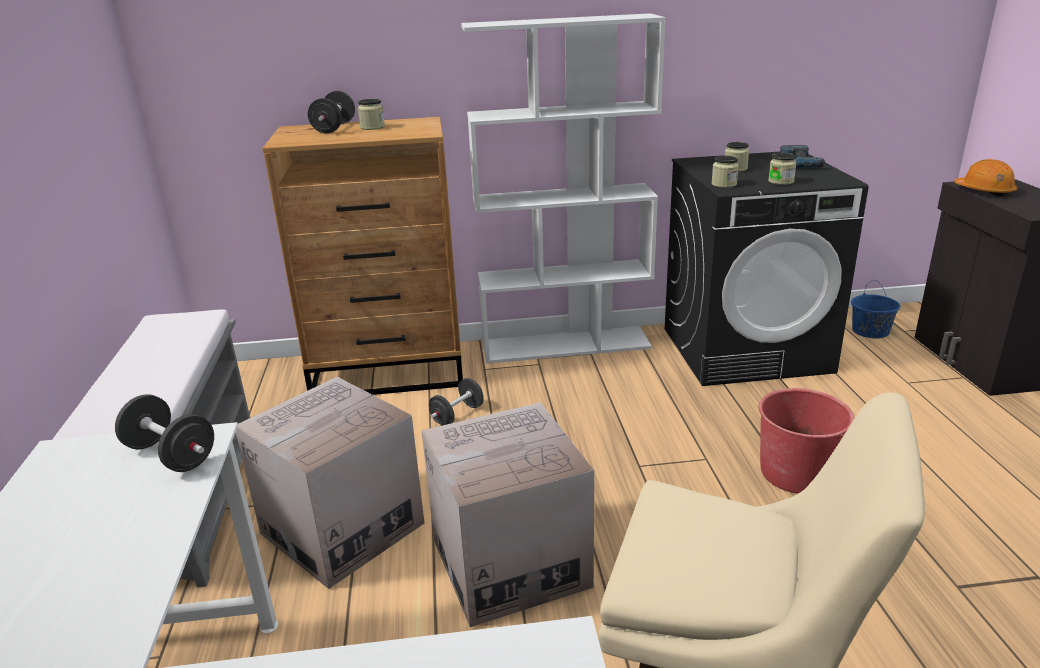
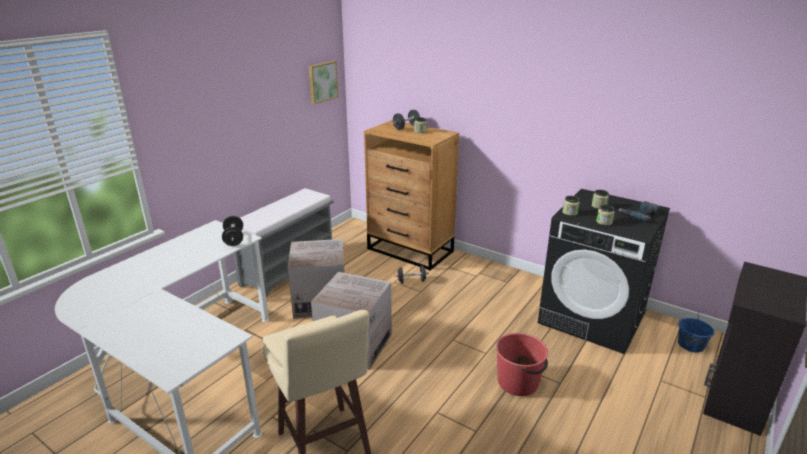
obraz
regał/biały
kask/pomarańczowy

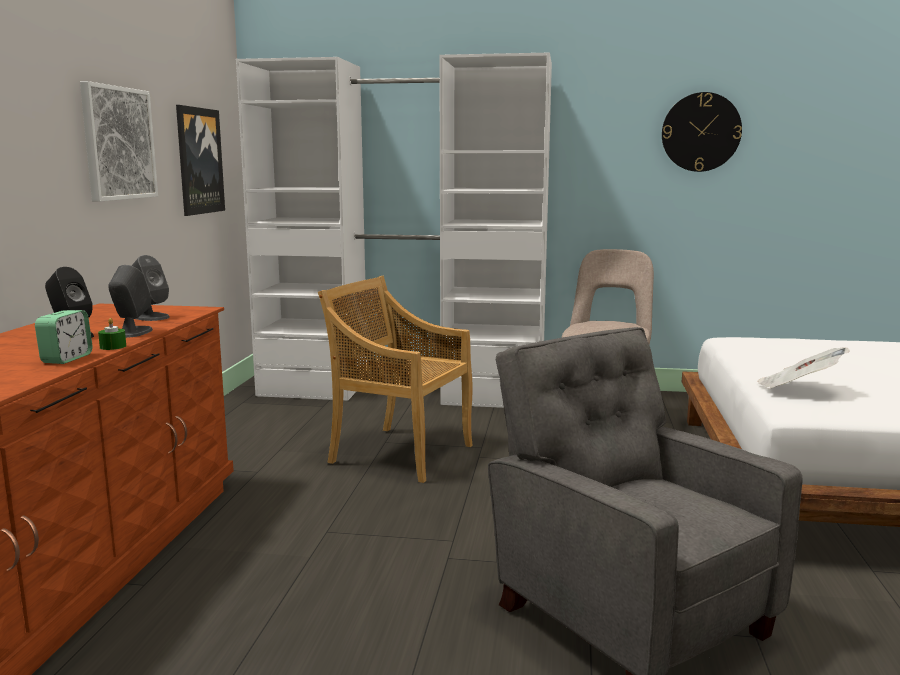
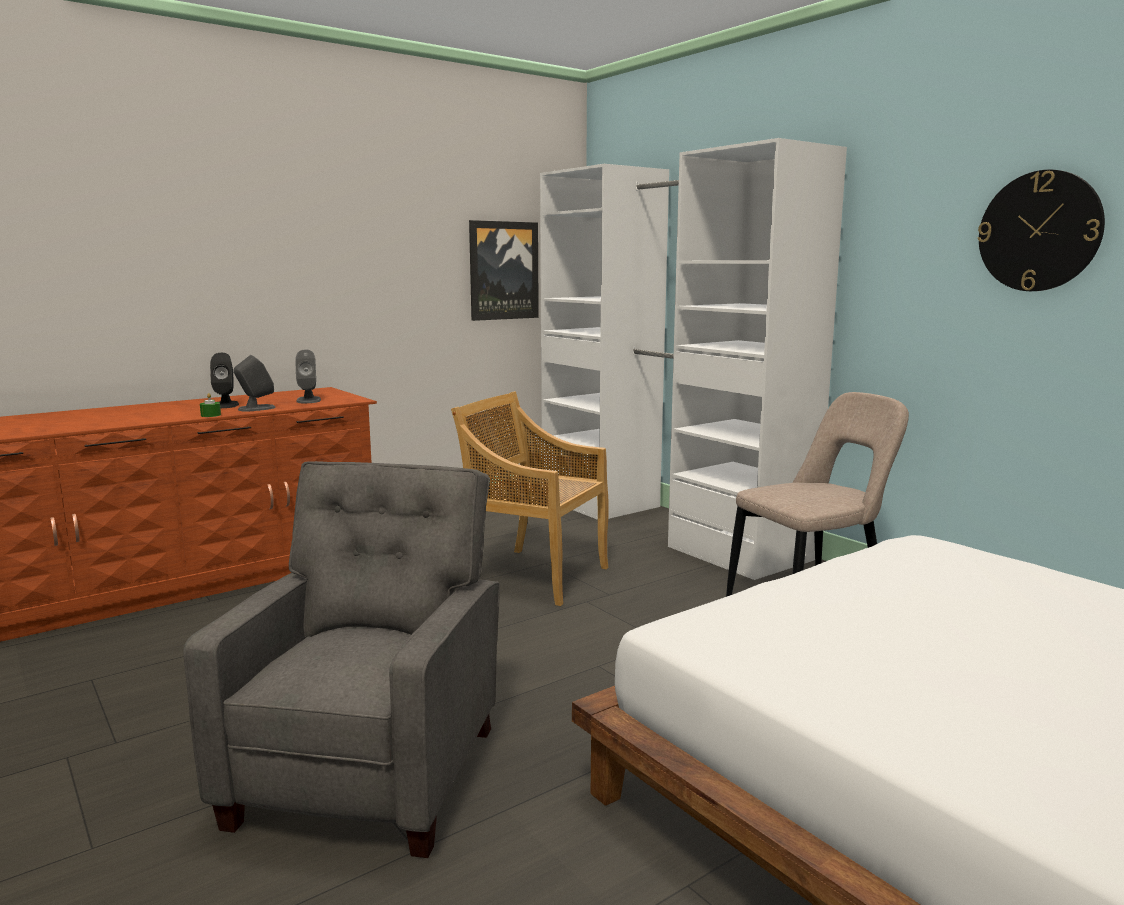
krzesło/beżowy (1st from left)
budzik
obraz (1st from left in the first image)
gazeta

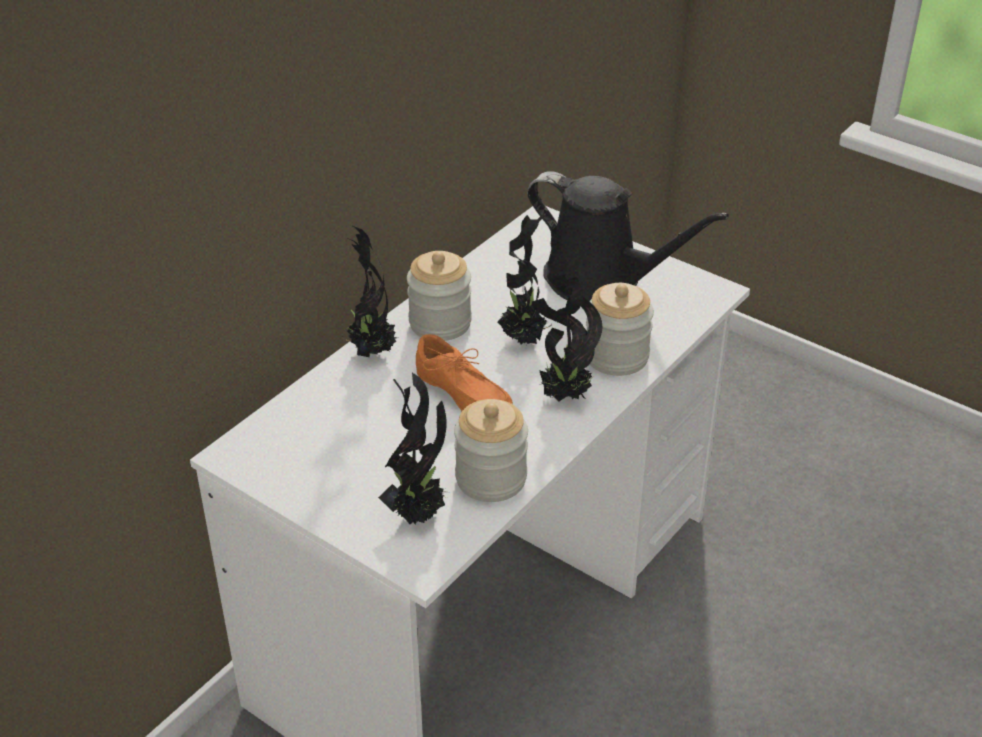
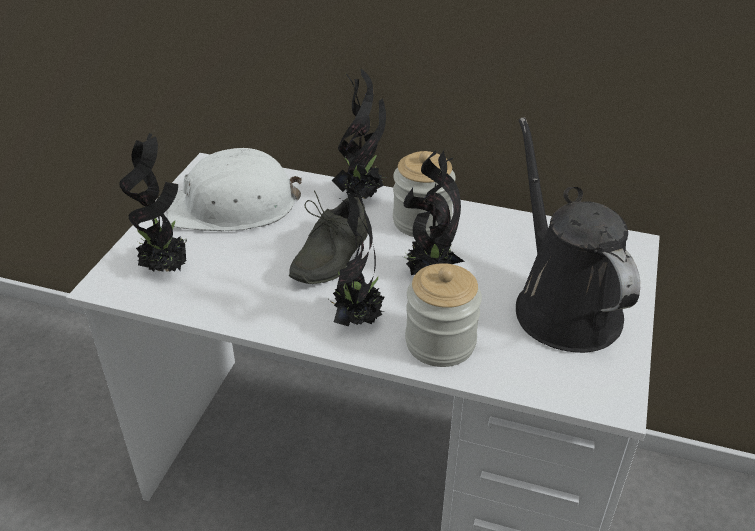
kask/biały
but/szary
konewka/czarny
słoik (2nd from left in the first image)

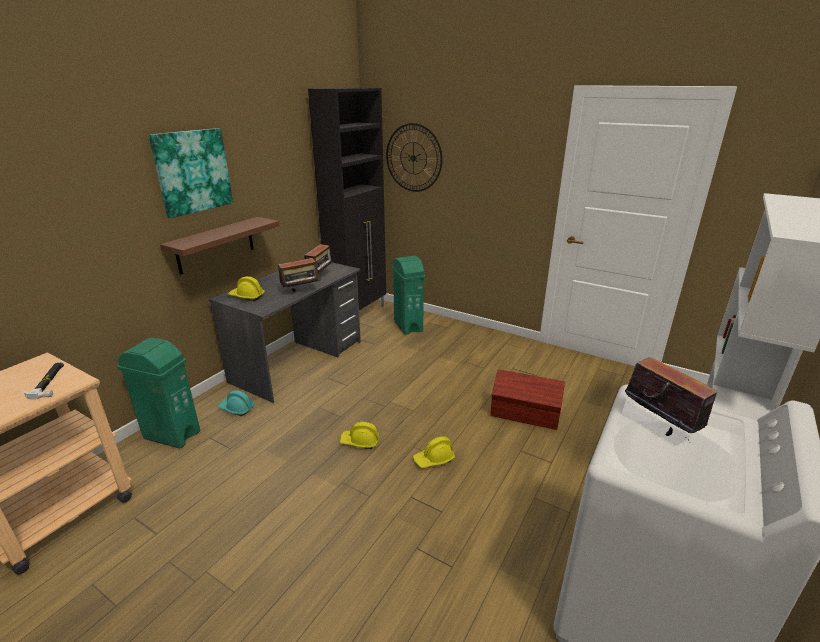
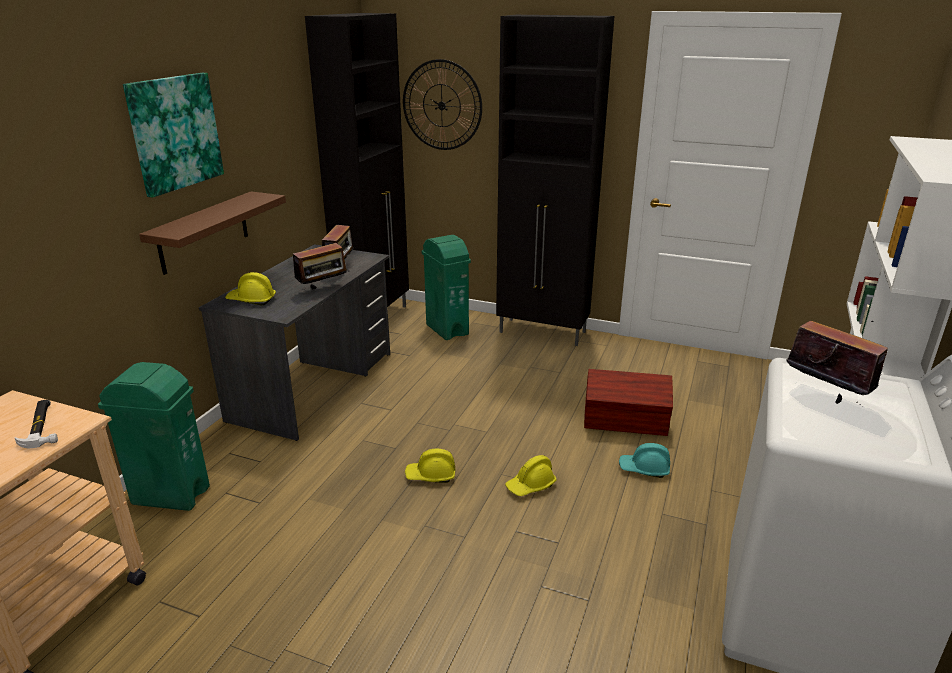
szafka/czarny (2nd from left)
kask/turkusowy

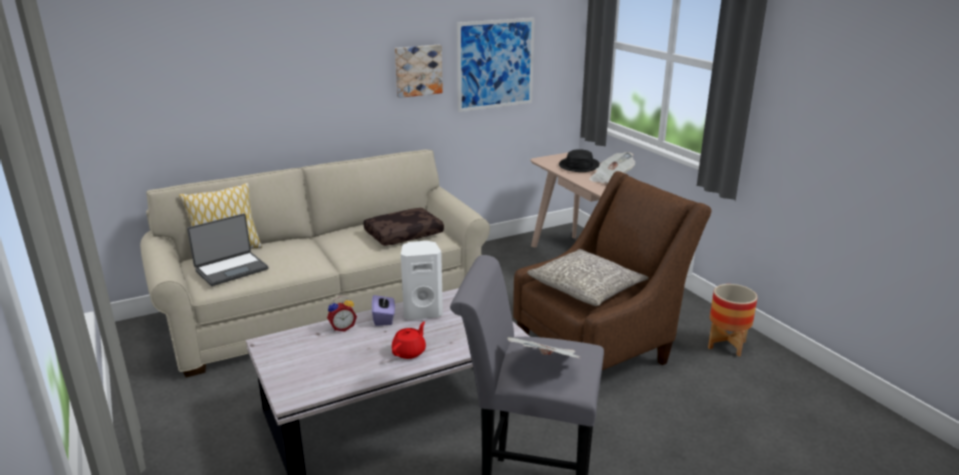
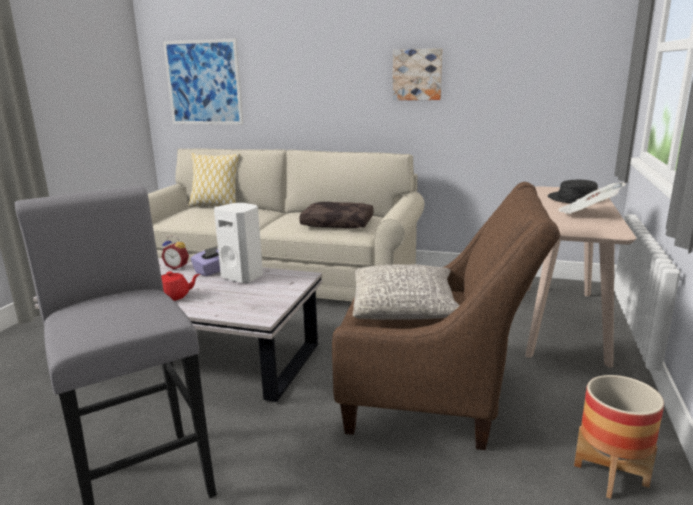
obraz (1st from left)
laptop
gazeta (1st from left in the first image)

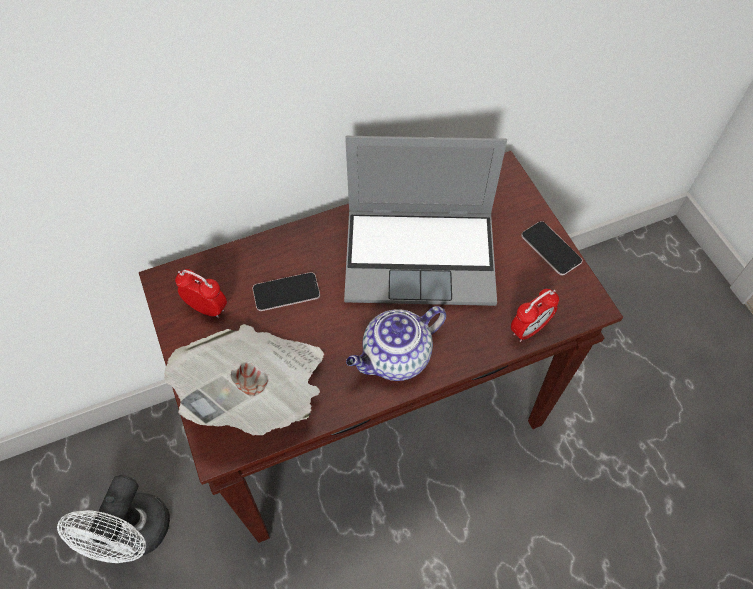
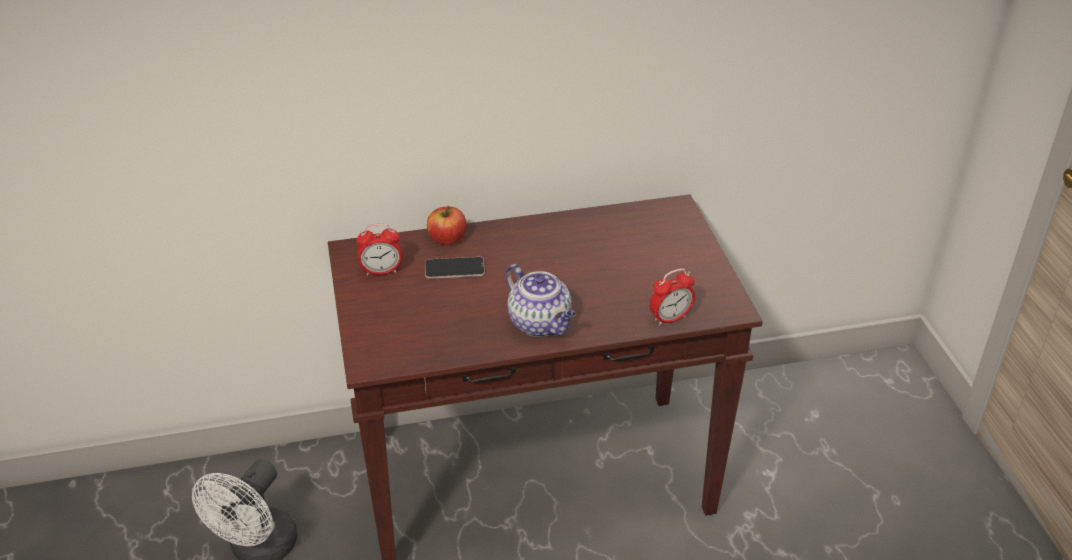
budzik (1st from left)
jabłko
imbryk
gazeta
laptop
telefon (2nd from left in the first image)

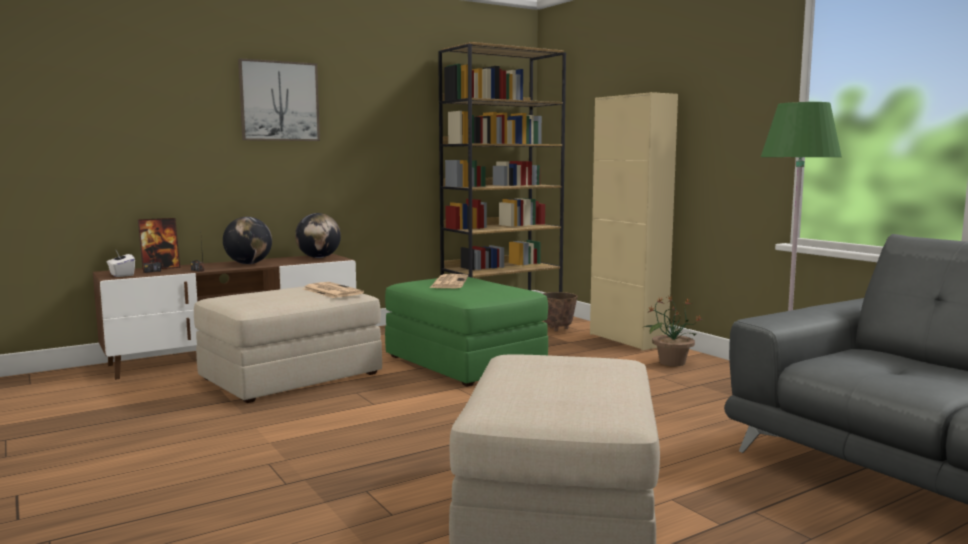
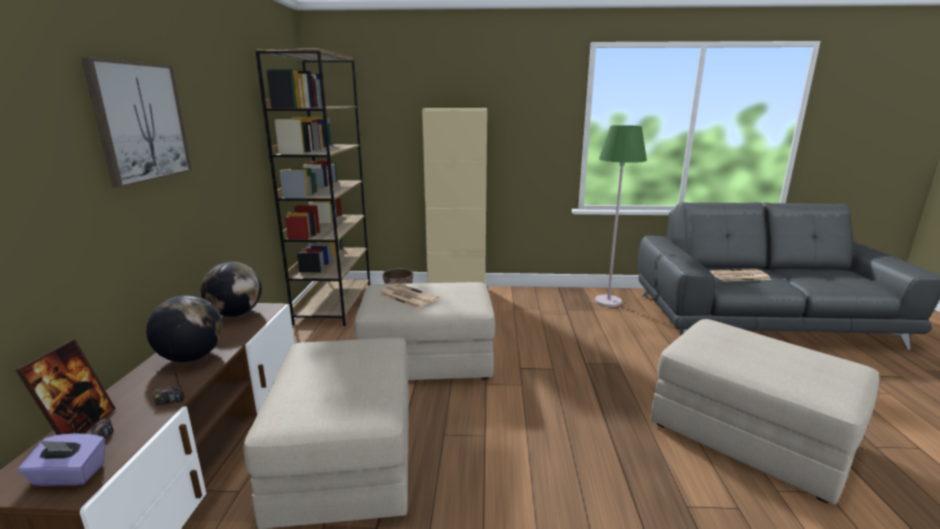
pudełko chusteczek/fioletowy
pufa/beżowy (2nd from left)
gazeta (2nd from left)
roślina doniczkowa

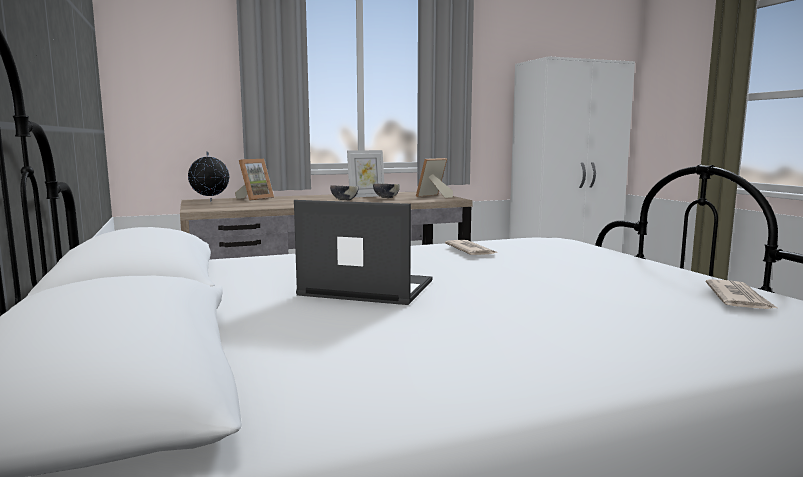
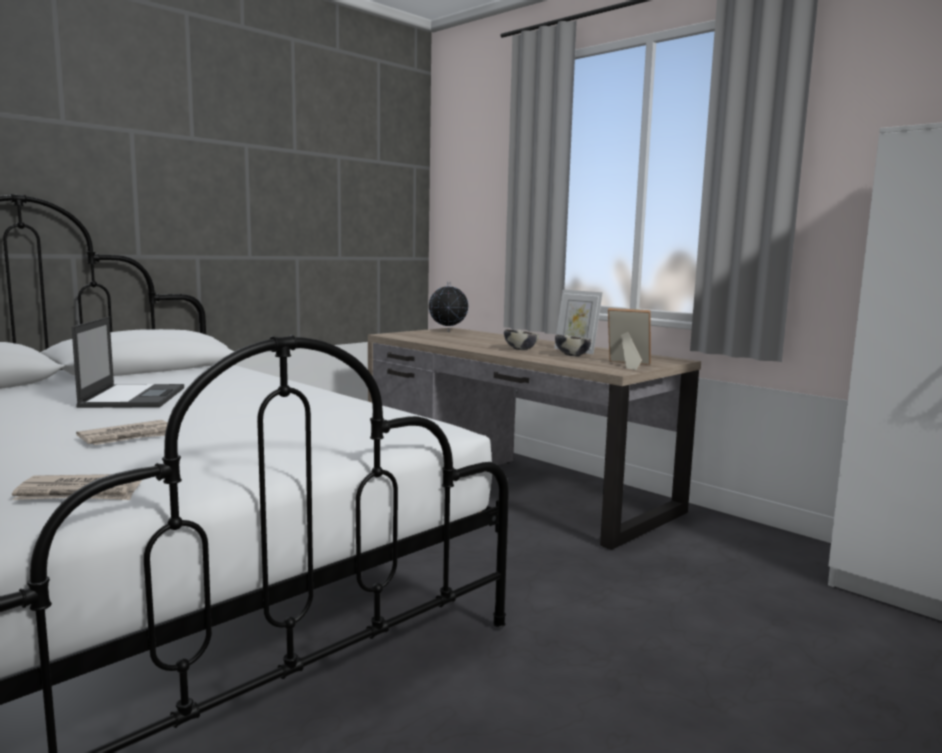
gazeta (2nd from left)
ramka na zdjęcie (1st from left in the first image)

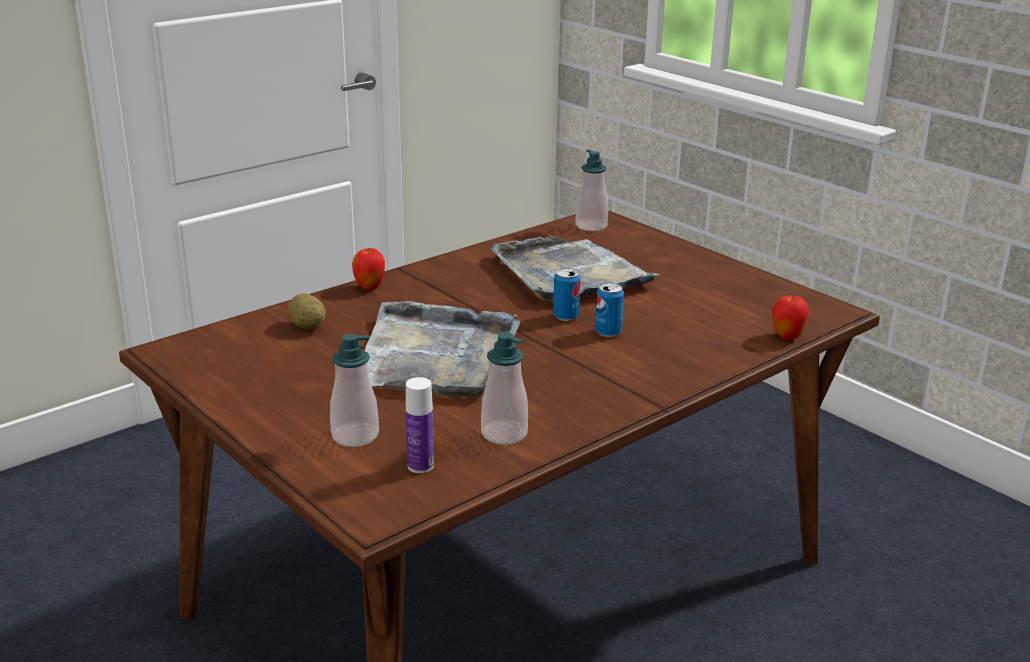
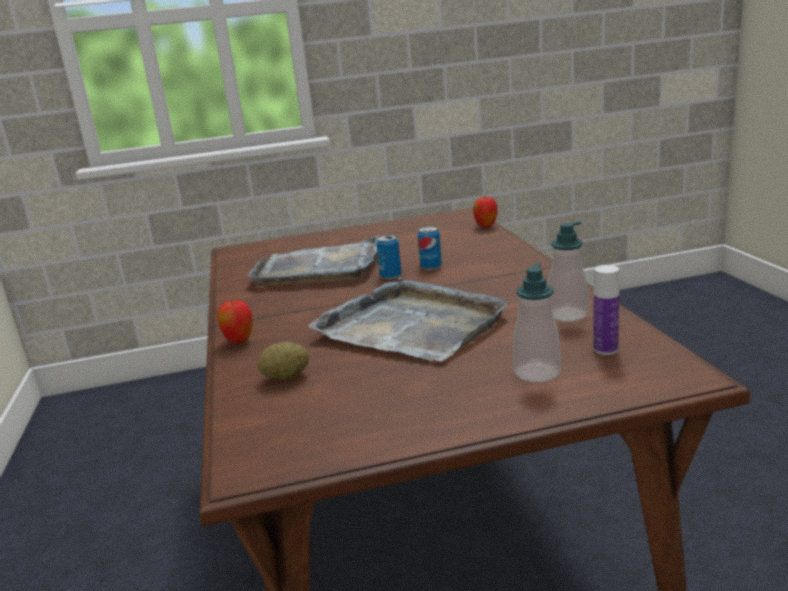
dozownik mydła (3rd from left in the first image)

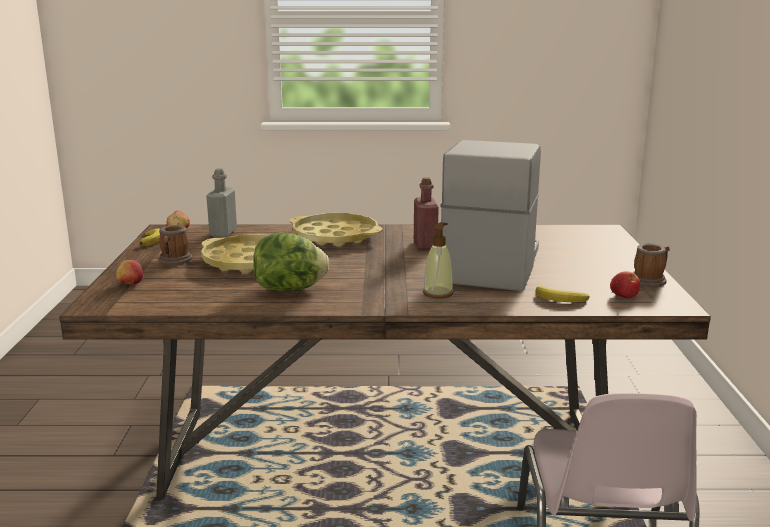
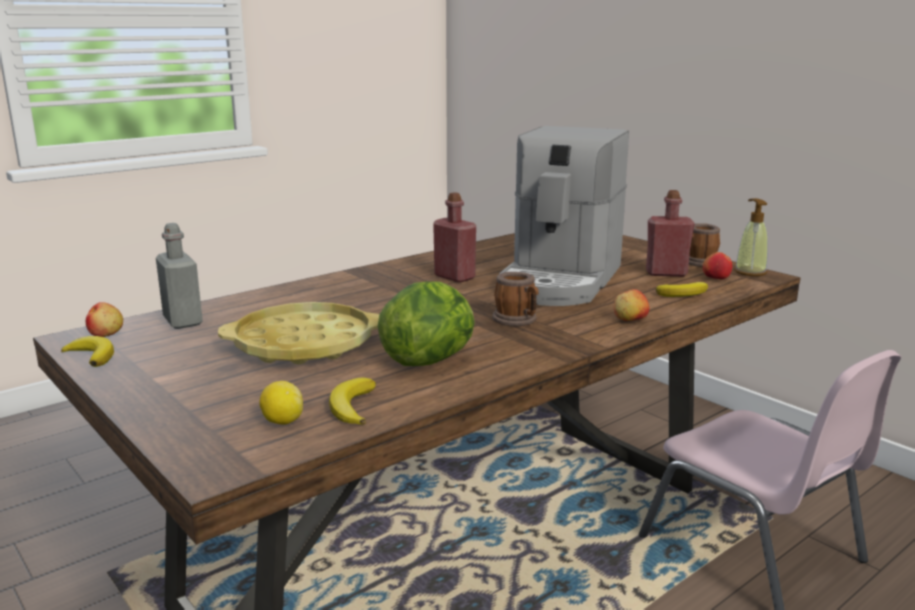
cytryna
banan (2nd from left)
kubek (1st from left)
ekspres do kawy
jabłko (2nd from left)
butelka/czerwony (2nd from left)
dozownik mydła
taca/żółty (2nd from left in the first image)

